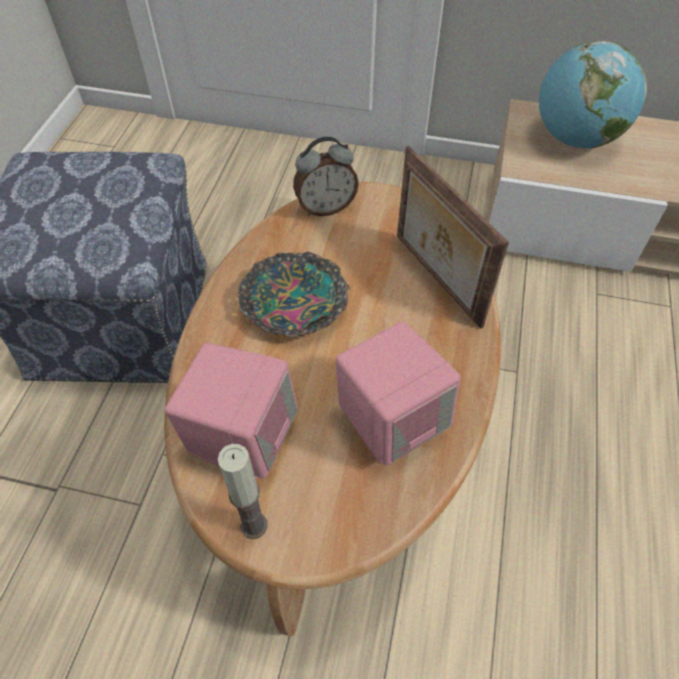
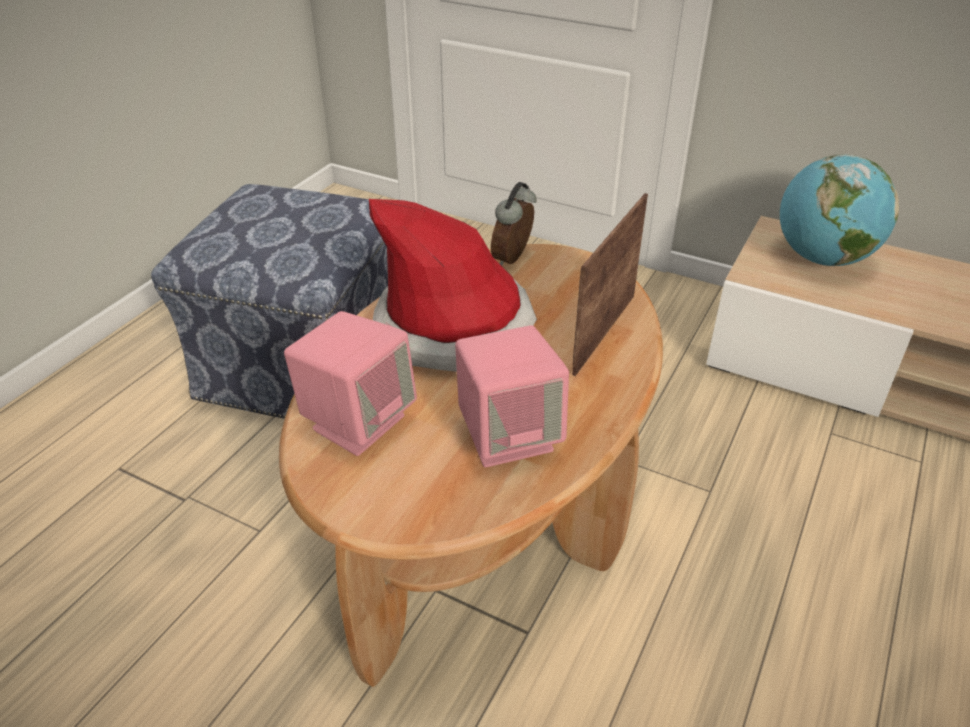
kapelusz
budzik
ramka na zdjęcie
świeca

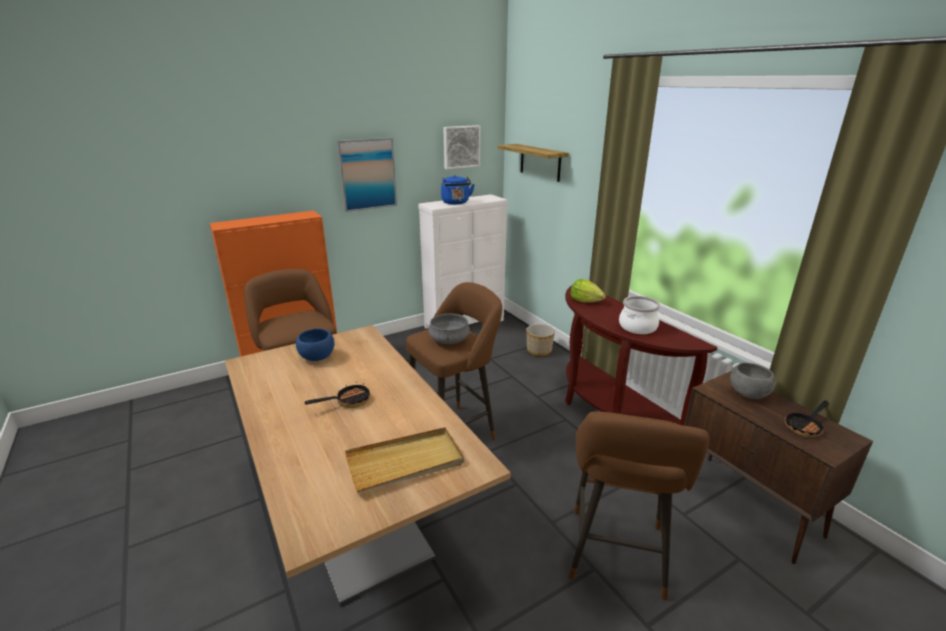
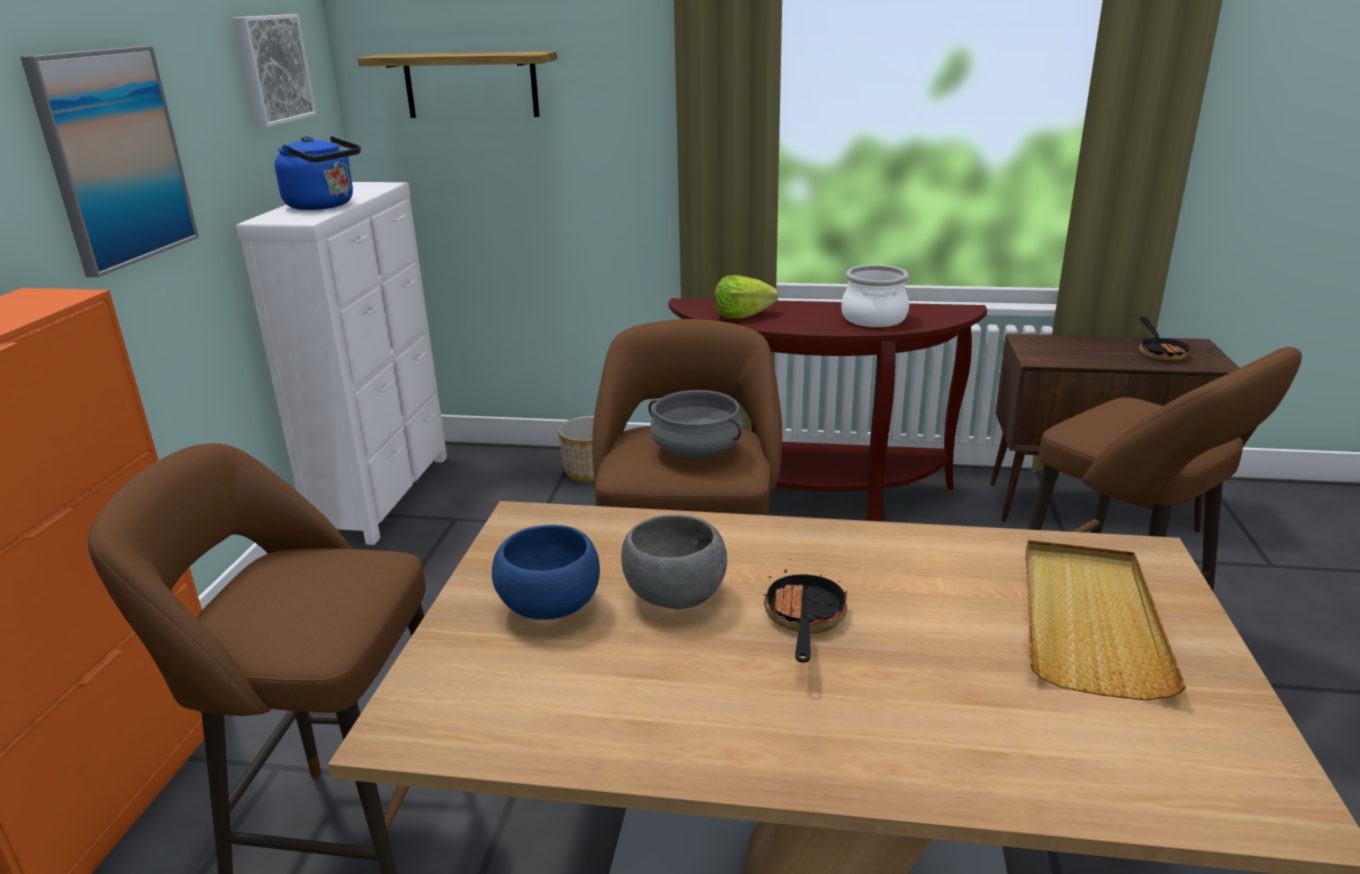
miska/szary

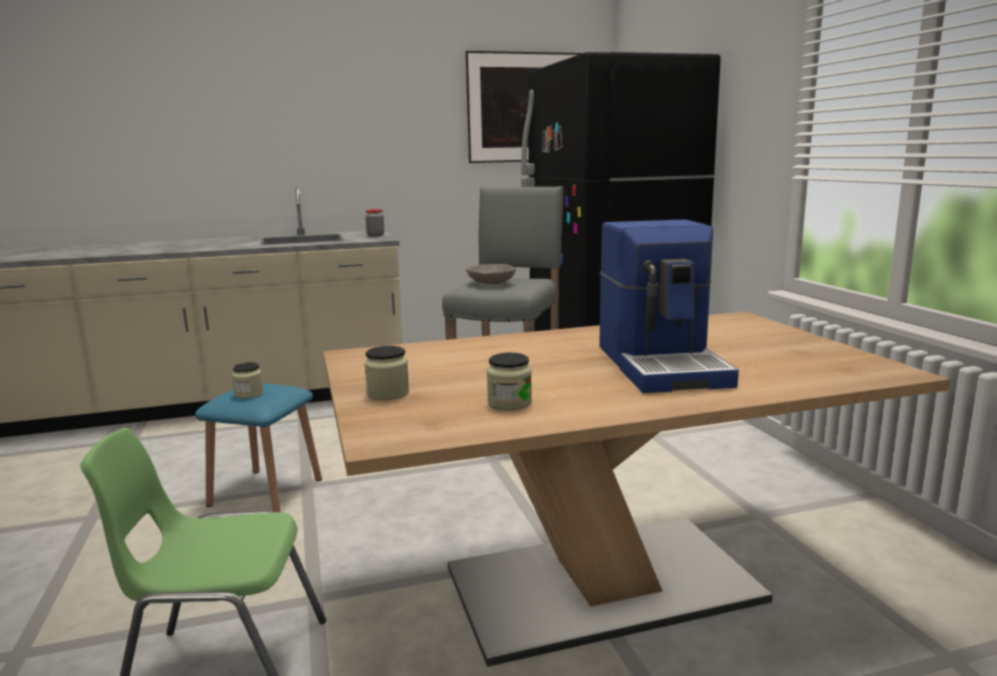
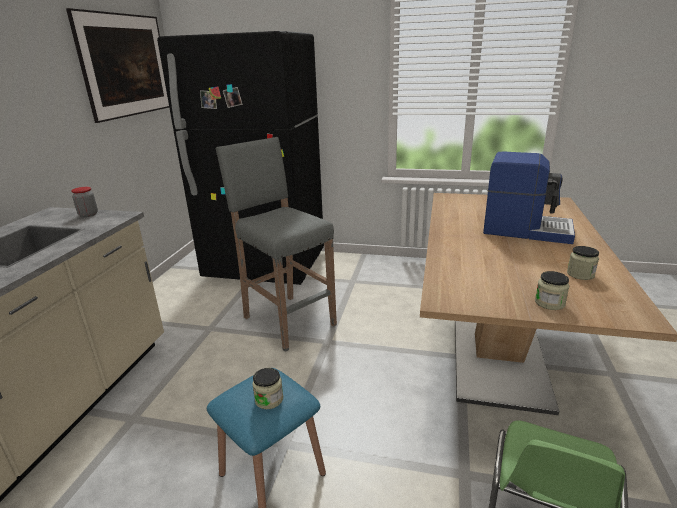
miska/szary

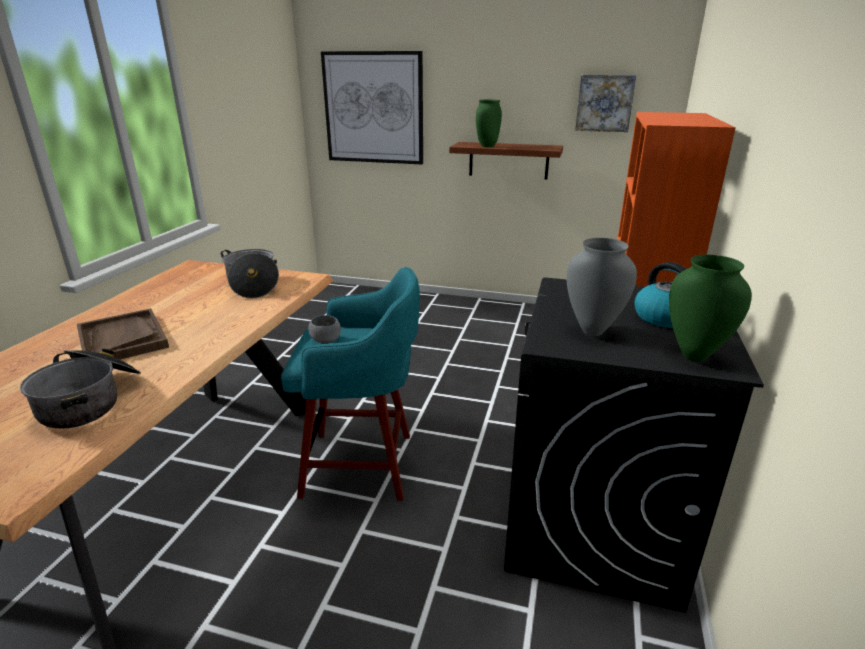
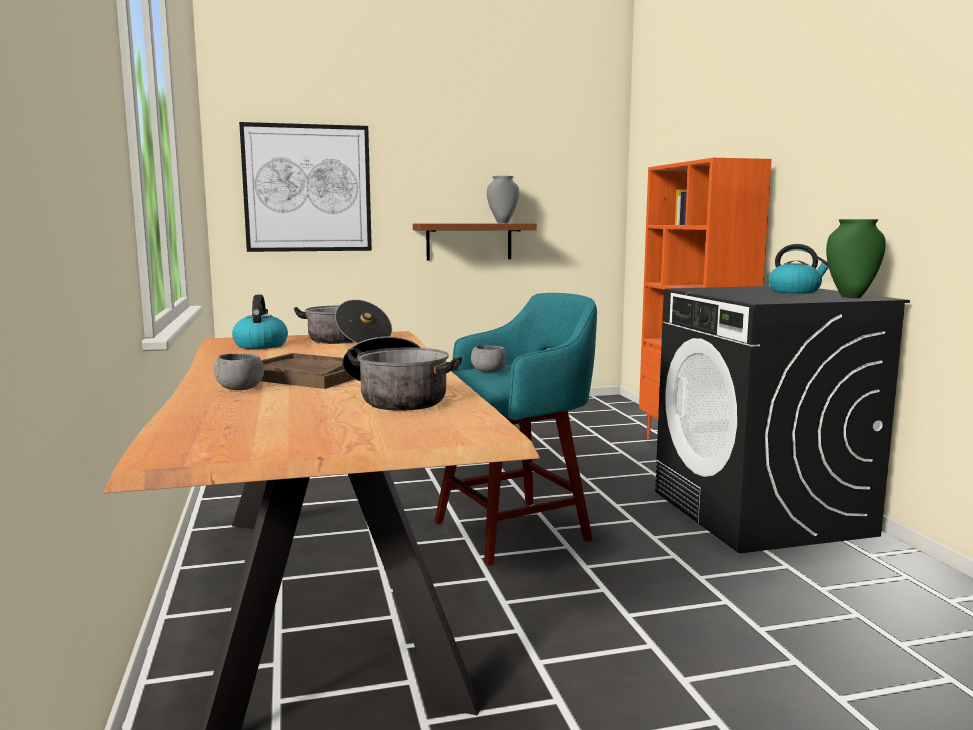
miska/szary (1st from left)
czajnik (1st from left)
wazon/szary
wazon/zielony (1st from left in the first image)
obraz (2nd from left in the first image)

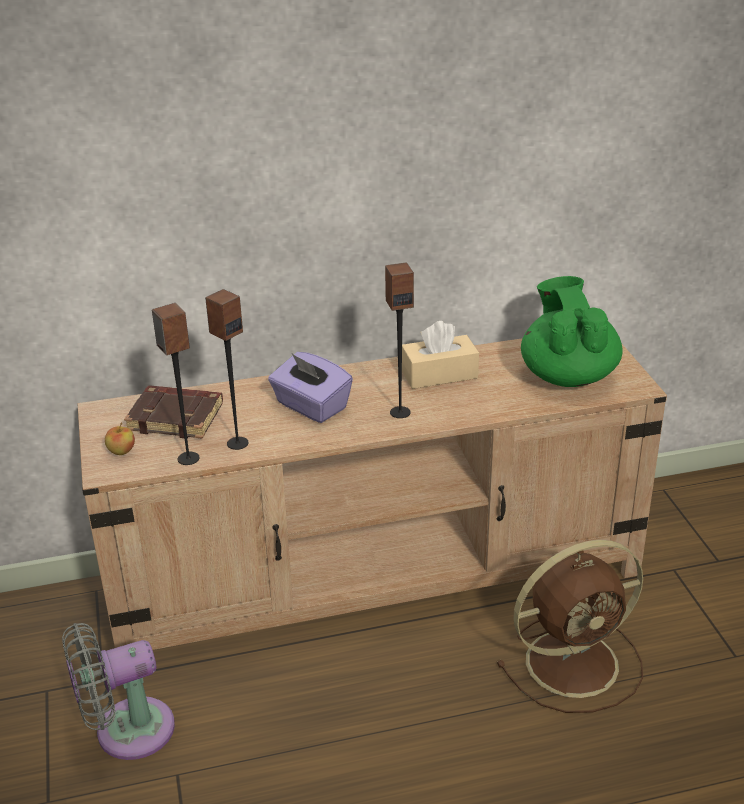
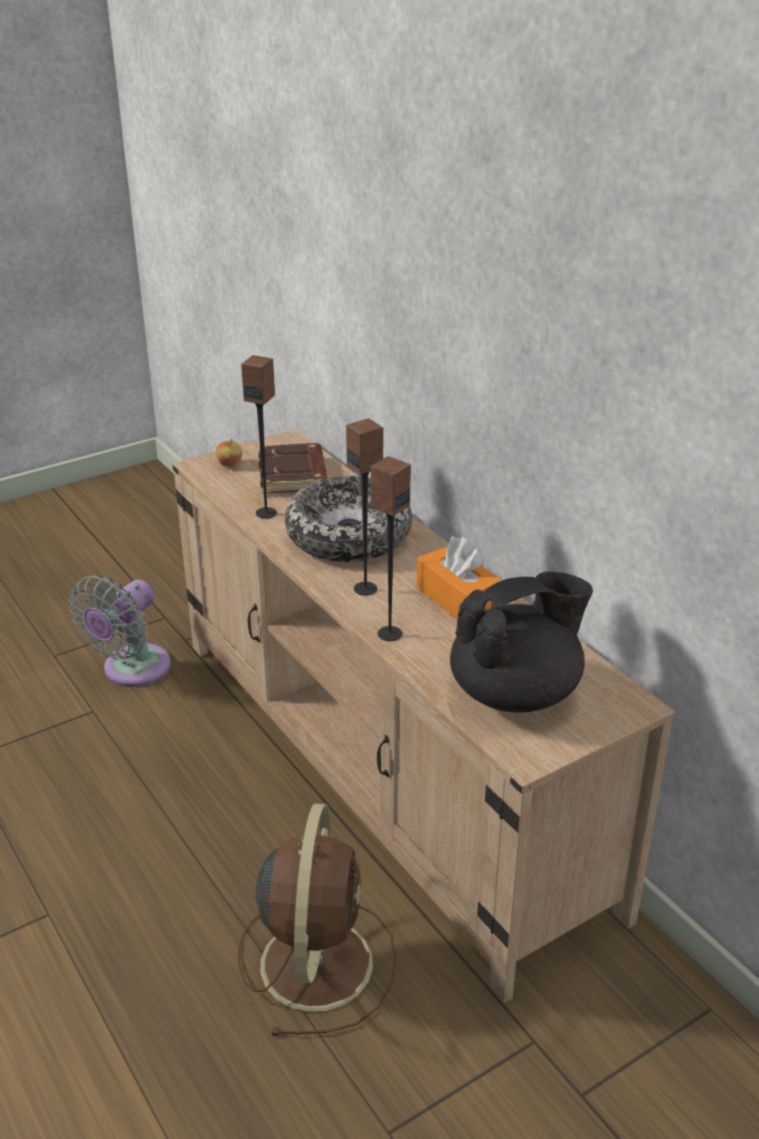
wentylator/szary
wentylator/brązowy
miska
głośnik (3rd from left)
pudełko chusteczek/pomarańczowy
imbryk/czarny

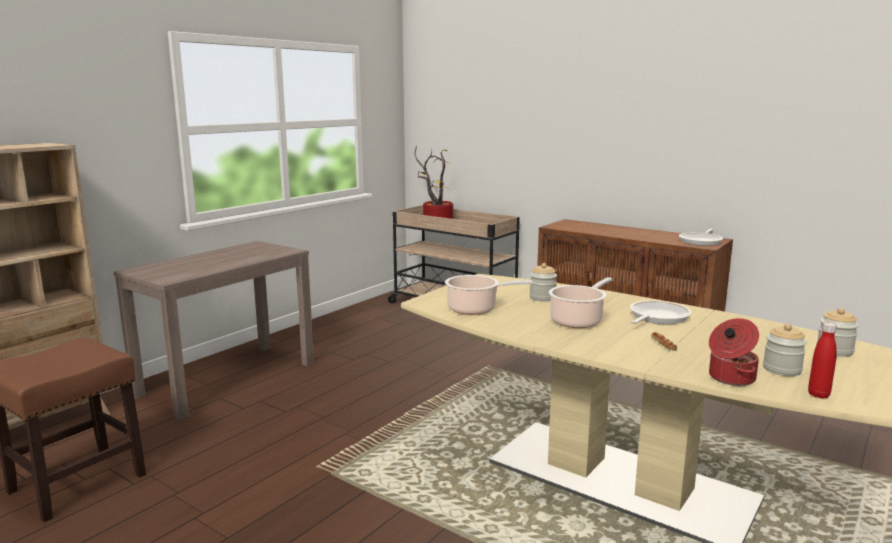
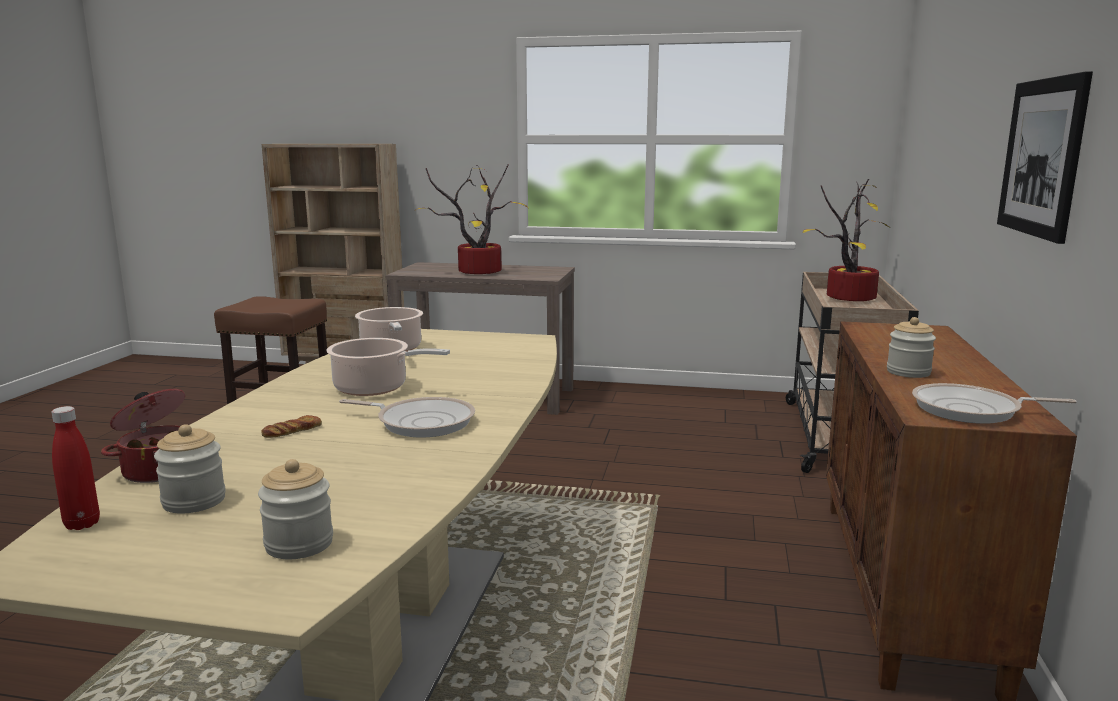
roślina doniczkowa (1st from left)
słoik (3rd from left)
obraz

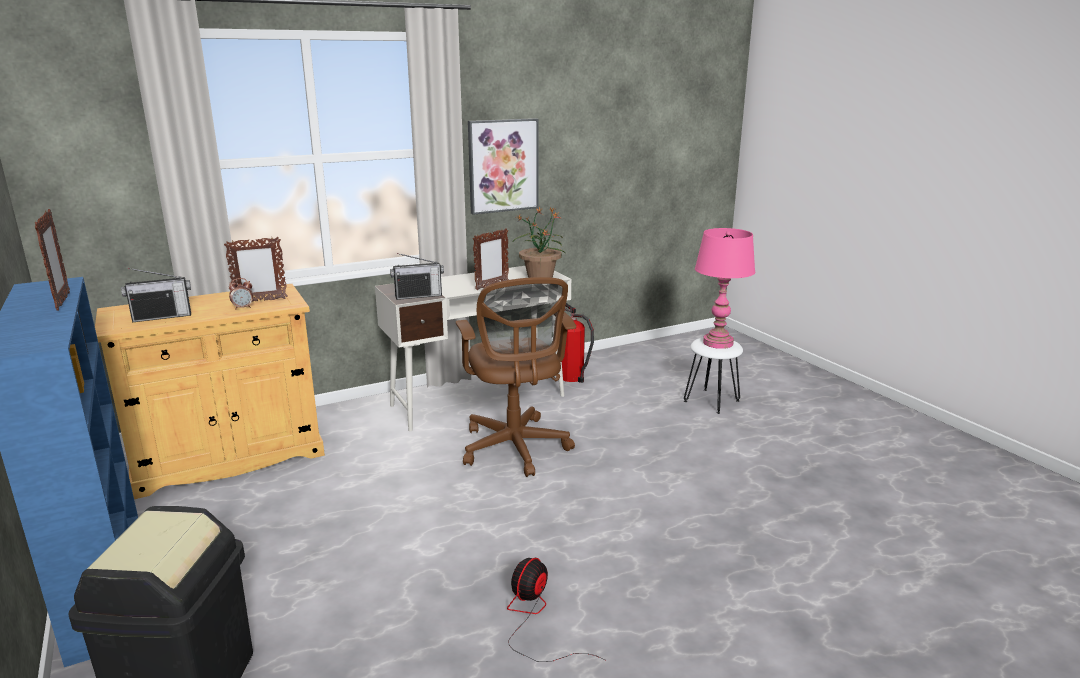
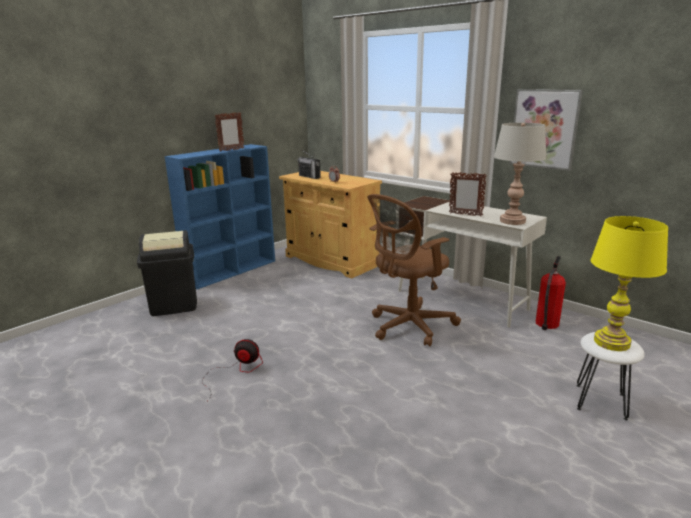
lampa stołowa/szary
lampa stołowa/żółty
ramka na zdjęcie (2nd from left in the first image)
radio (2nd from left in the first image)

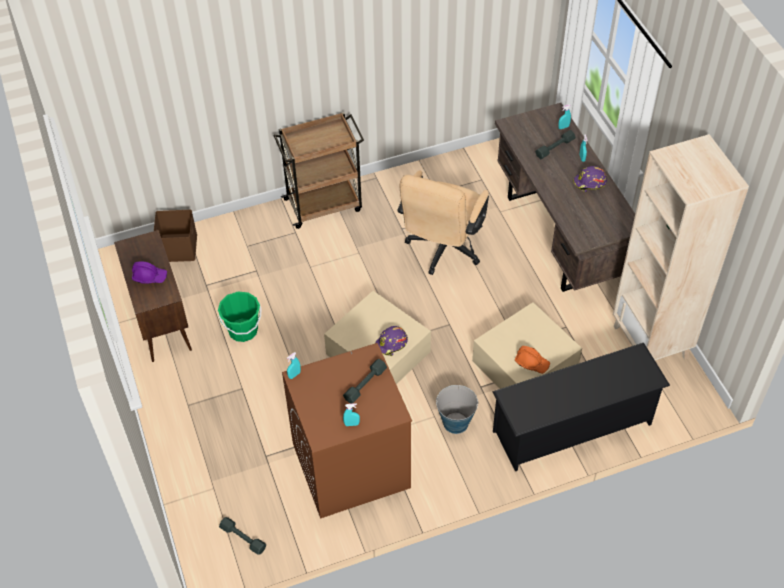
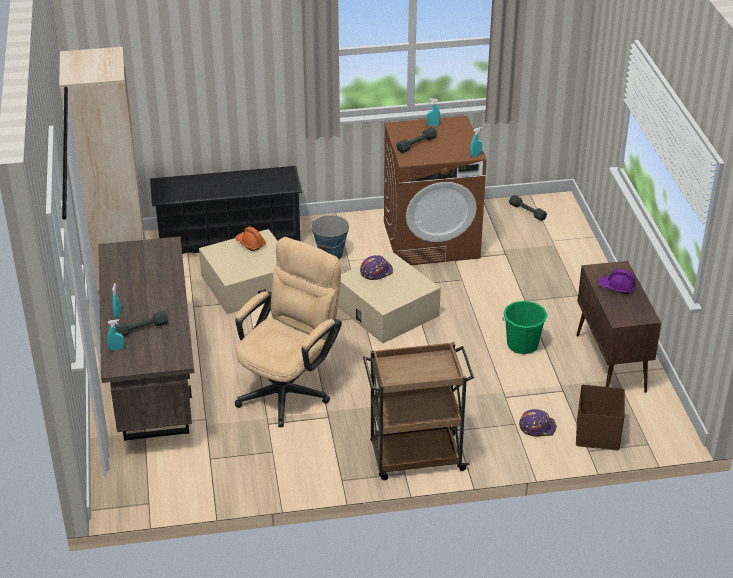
kask/fioletowy (2nd from left)

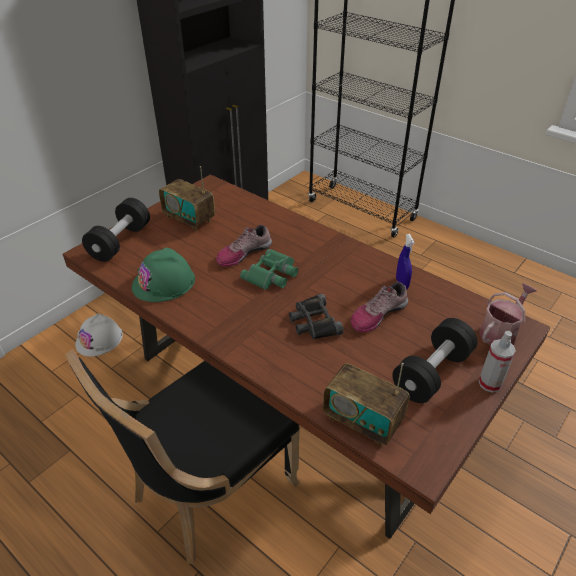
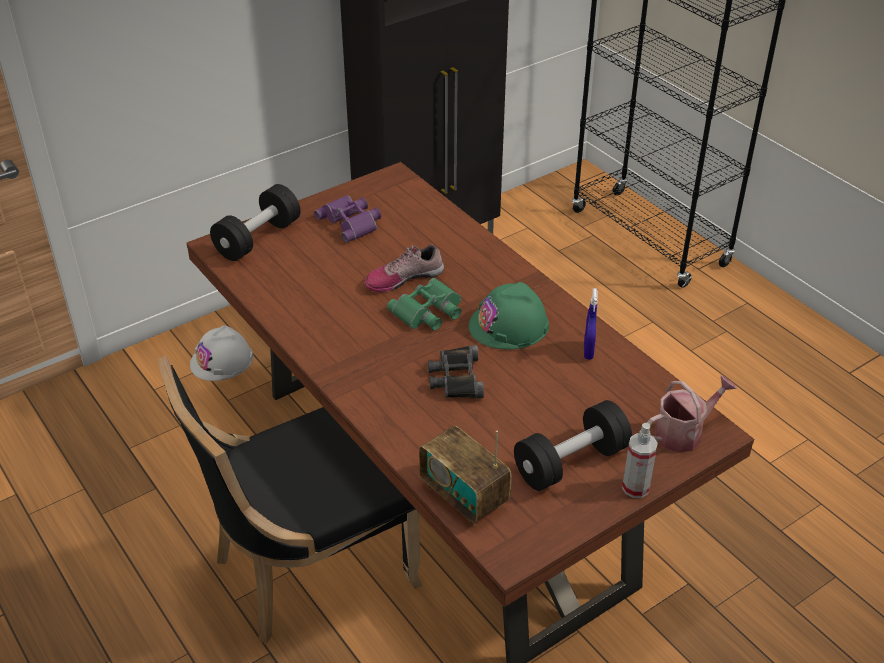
lornetka/fioletowy
kask/zielony
but (2nd from left in the first image)

